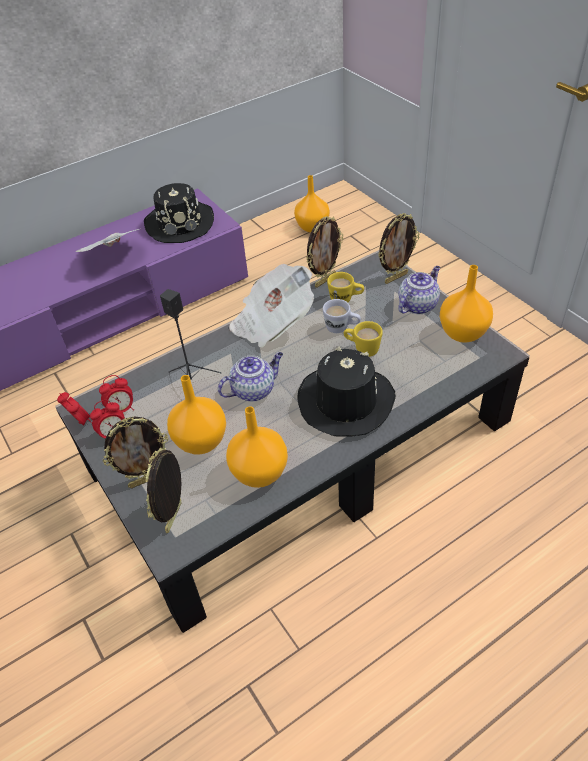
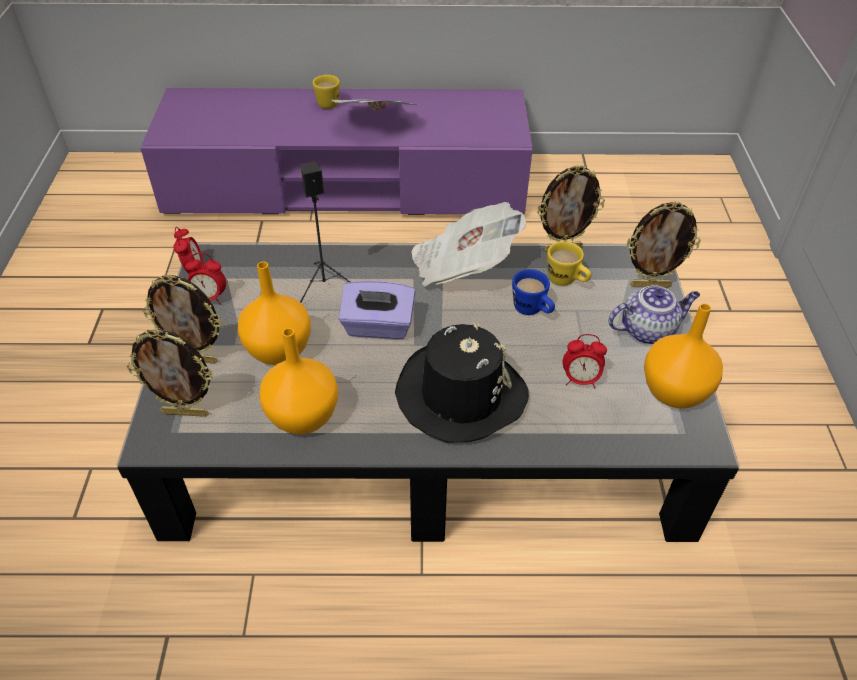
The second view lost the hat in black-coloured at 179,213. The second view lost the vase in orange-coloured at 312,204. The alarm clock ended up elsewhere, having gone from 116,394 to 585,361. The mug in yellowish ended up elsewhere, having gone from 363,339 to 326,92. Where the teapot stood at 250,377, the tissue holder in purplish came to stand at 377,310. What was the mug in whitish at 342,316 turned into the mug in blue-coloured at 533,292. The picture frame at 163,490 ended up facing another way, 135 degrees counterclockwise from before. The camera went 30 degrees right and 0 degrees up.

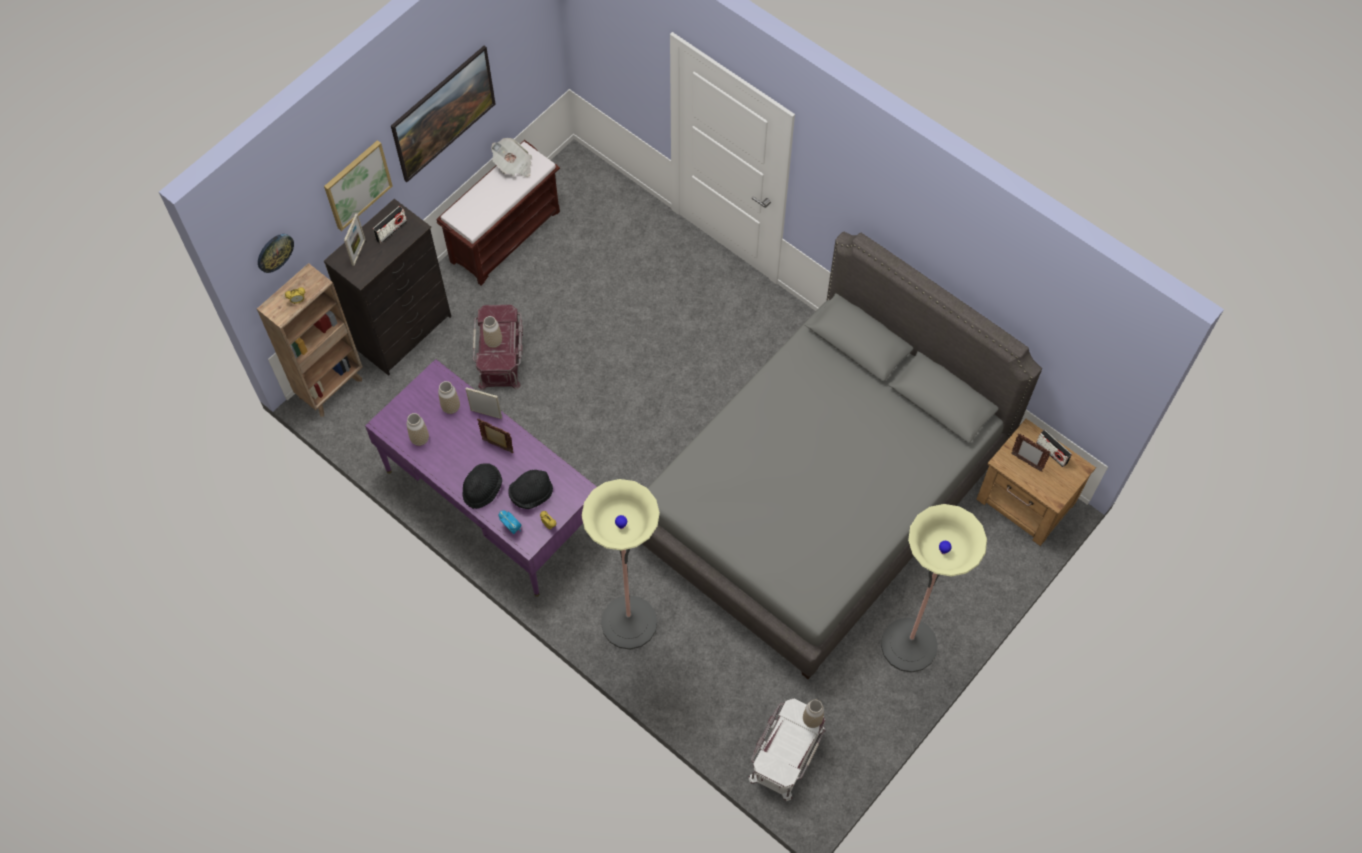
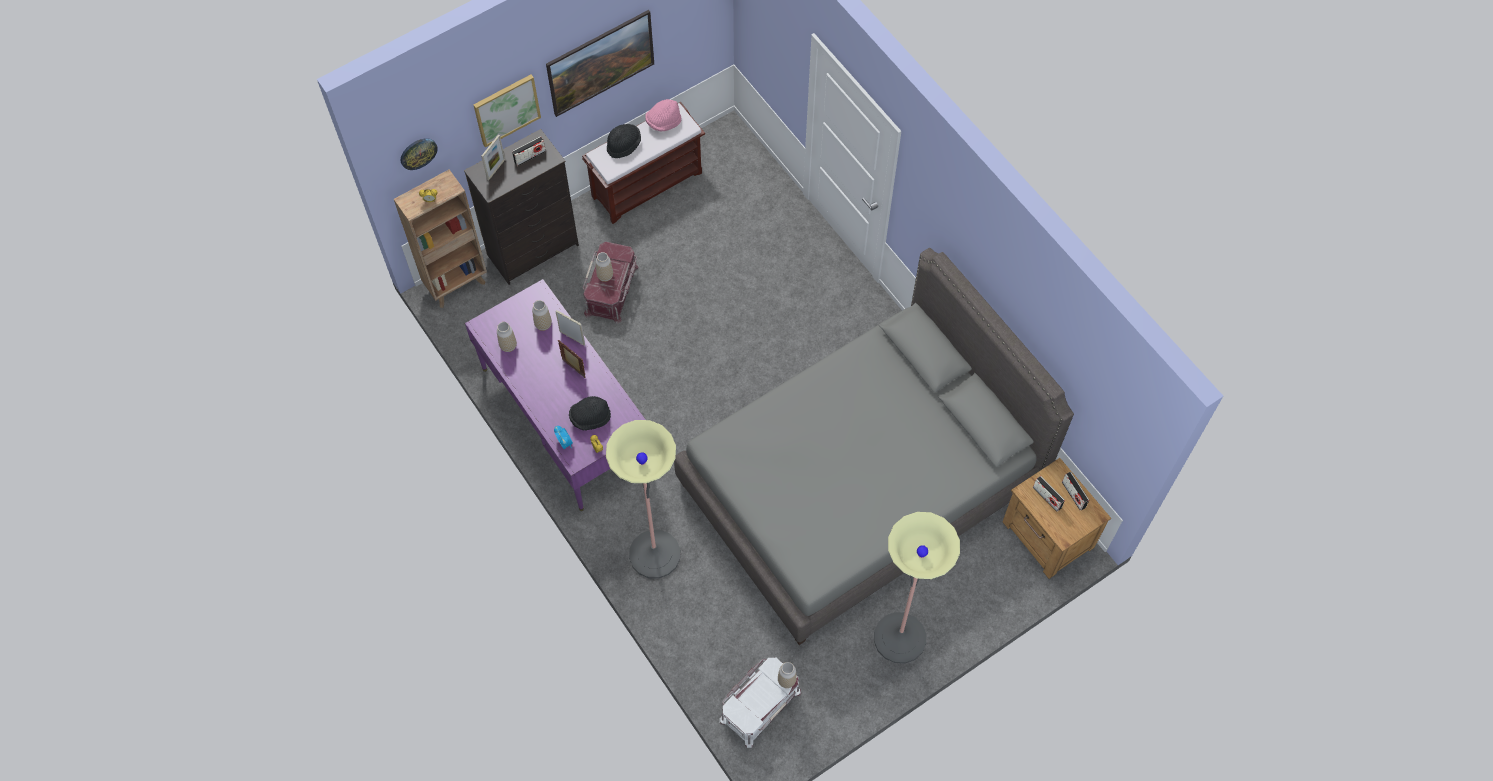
The hat in black-coloured ended up elsewhere, having gone from 482,486 to 624,141. Where the newspaper stood at 511,157, the hat in pink came to stand at 663,115. Where the picture frame stood at 1031,452, the radio set came to stand at 1049,494. The camera went 15 degrees right and 0 degrees up.

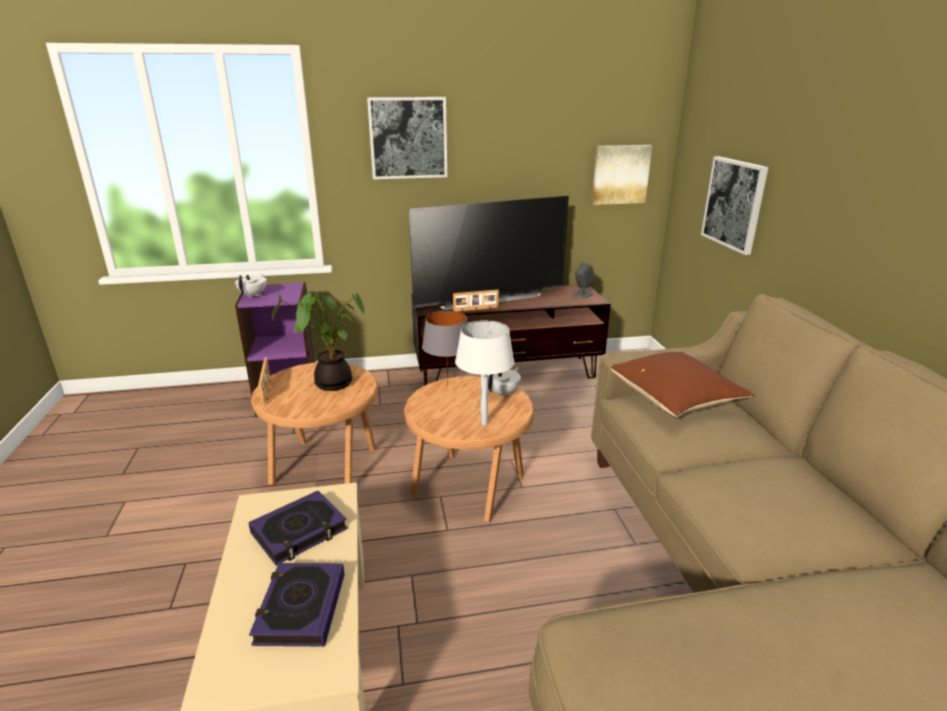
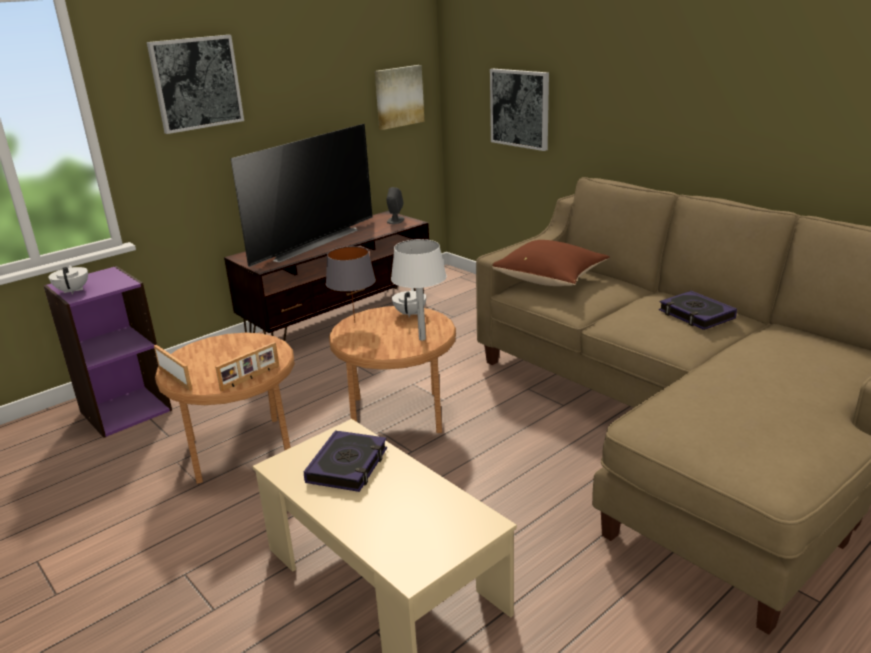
The second view lost the plant in a pot at 318,341. The book ended up elsewhere, having gone from 296,604 to 698,310. The picture frame ended up elsewhere, having gone from 476,300 to 247,367. The camera went 30 degrees left and 0 degrees up.

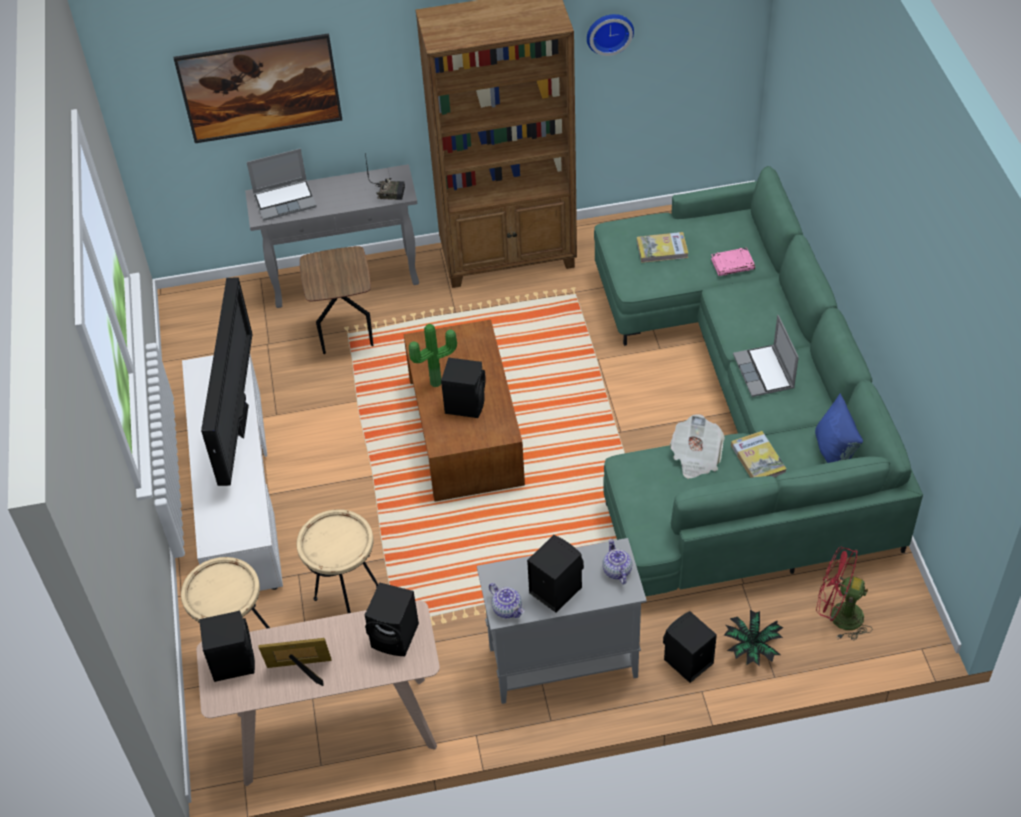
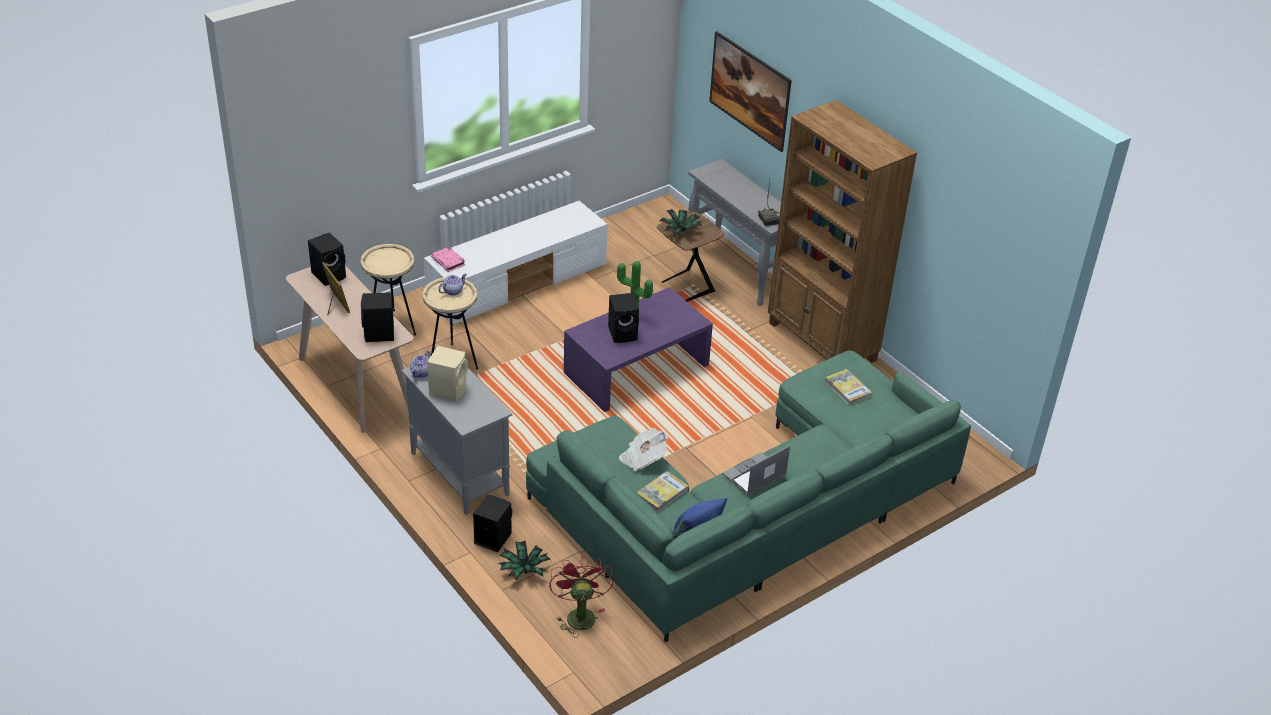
The second view lost the TV at 227,381. The second view lost the portable computer at 282,184. The second view lost the wall clock at 610,35. The second view gained the plant in a pot at 680,222. The teapot ended up elsewhere, having gone from 617,561 to 452,284. The book in pink ended up elsewhere, having gone from 733,261 to 448,259. What was the low table in brown-coloured at 464,410 turned into the low table in purplish at 638,349. What was the audio speaker in black-coloured at 555,574 turned into the audio speaker in beige-coloured at 447,374. The camera went 60 degrees right and 10 degrees down.

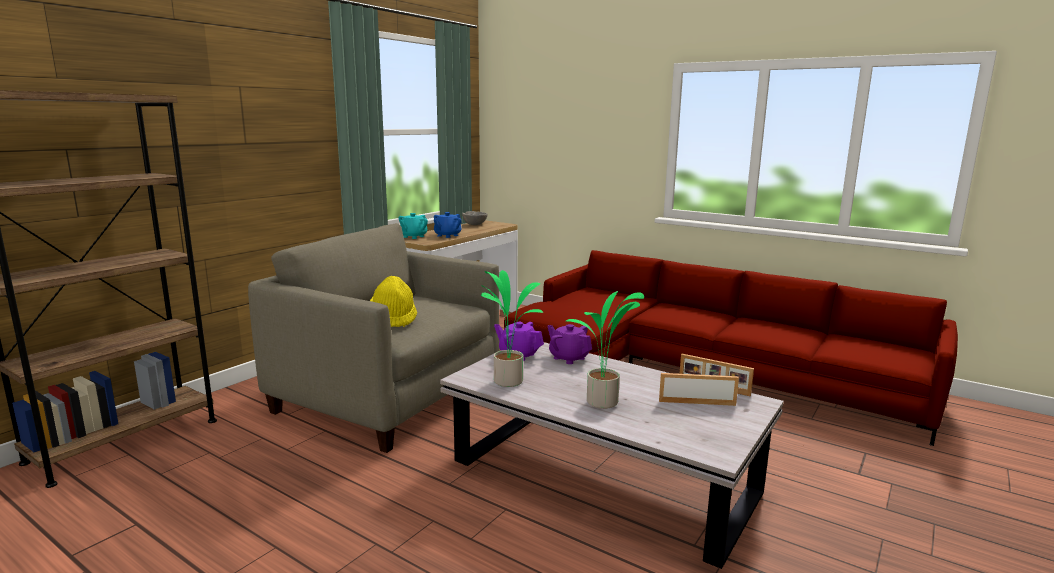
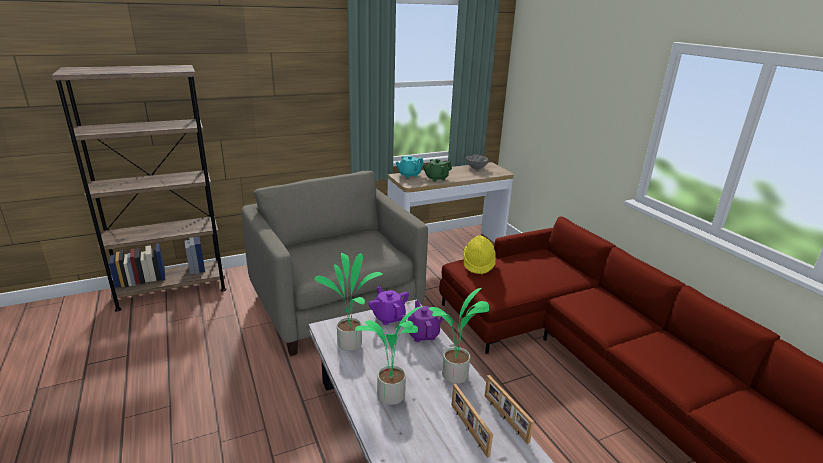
The second view gained the plant in a pot at 458,336. The hat in yellowish ended up elsewhere, having gone from 393,301 to 480,254. What was the teapot in blue-coloured at 447,225 turned into the teapot in green at 437,170. The picture frame at 699,389 ended up facing another way, 150 degrees counterclockwise from before. The camera went 30 degrees right and 10 degrees up.

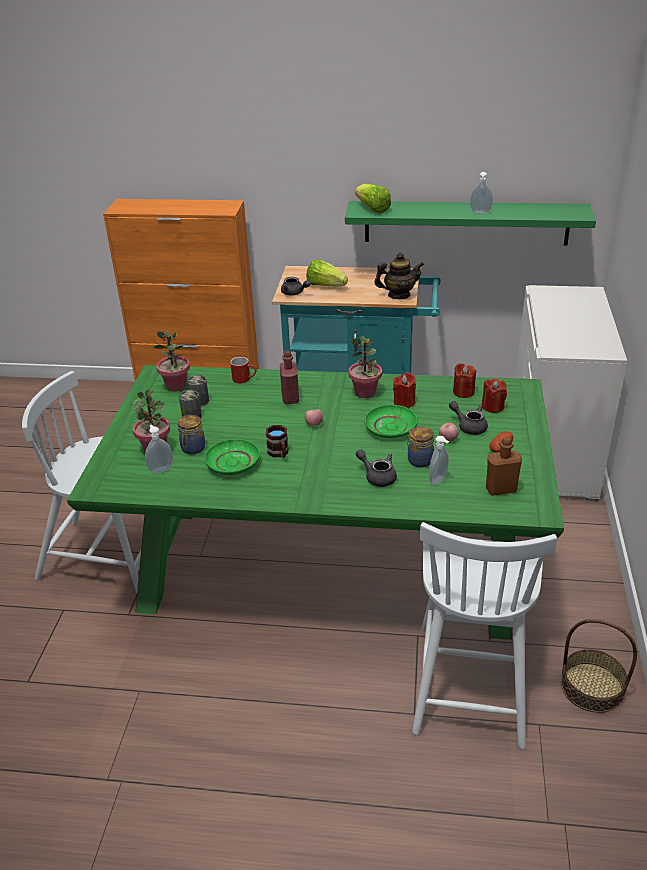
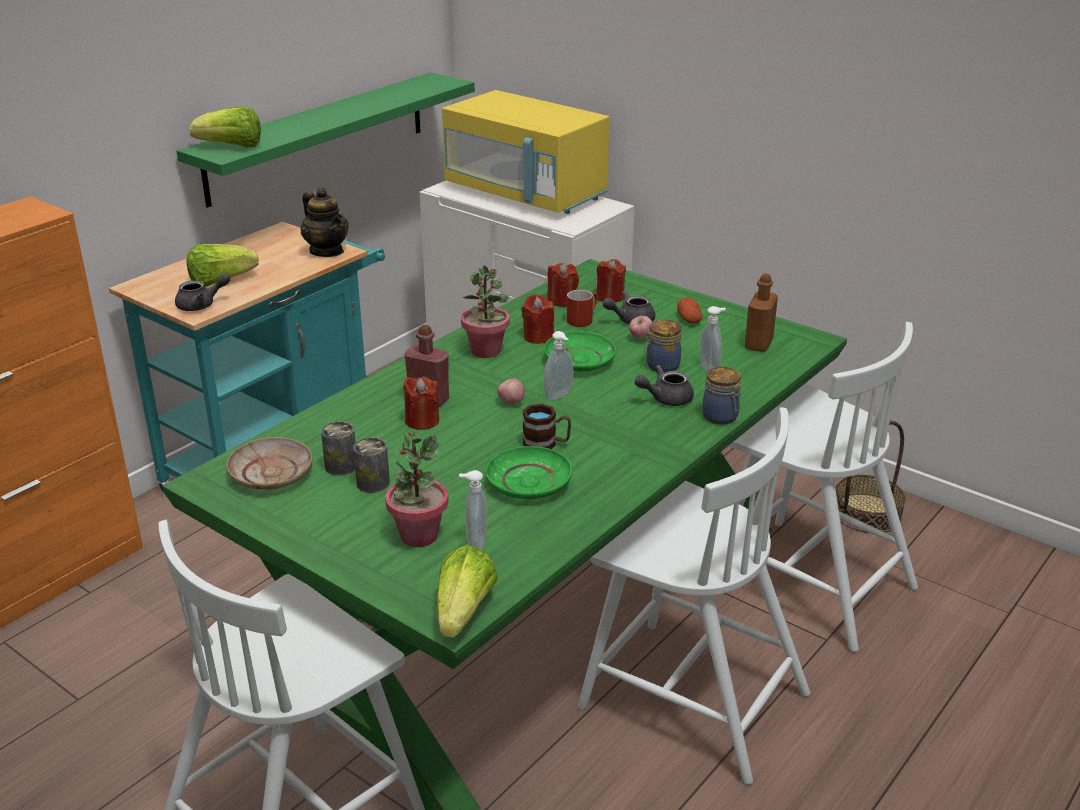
The second view gained the candle in red at 421,403. The second view gained the head of lettuce at 467,591. The second view gained the microwave in yellowish at 526,152. The second view gained the plain chair in whitish at 694,596. The preserve jar ended up elsewhere, having gone from 191,434 to 721,396. The mug in red ended up elsewhere, having gone from 243,370 to 582,308. The soap dispenser ended up elsewhere, having gone from 481,193 to 558,365. Where the plant in a pot stood at 171,361, the dinner plate in beige-coloured came to stand at 269,463. The teapot at 399,276 ended up facing another way, 120 degrees clockwise from before. The camera went 60 degrees left and 5 degrees down.

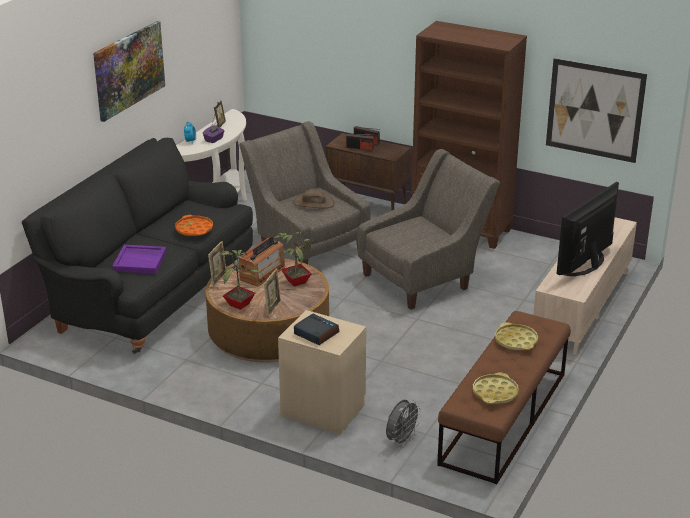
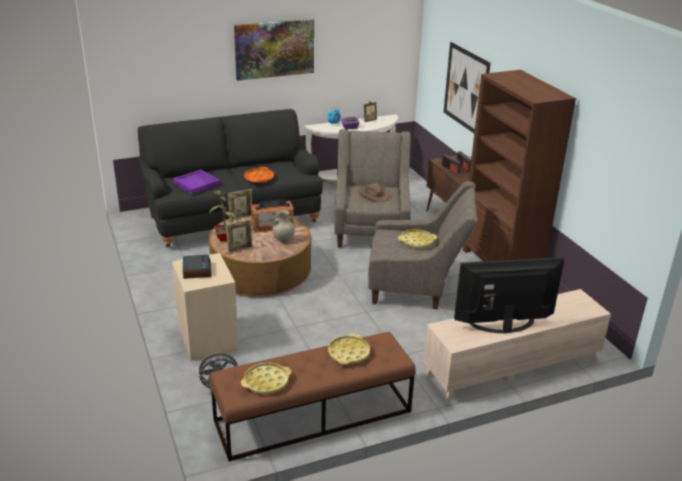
The second view gained the serving tray in yellowish at 417,238. The wall picture ended up elsewhere, having gone from 596,110 to 467,87. Where the plant in a pot stood at 293,258, the vase in beige-coloured came to stand at 283,226. The camera went 40 degrees right and 0 degrees up.

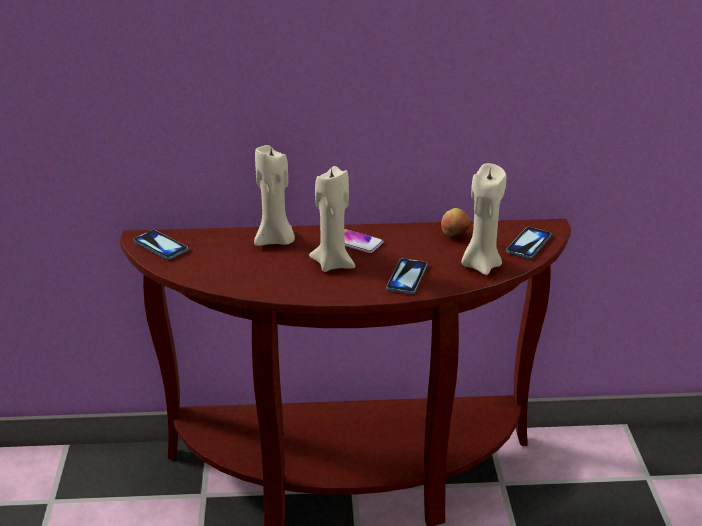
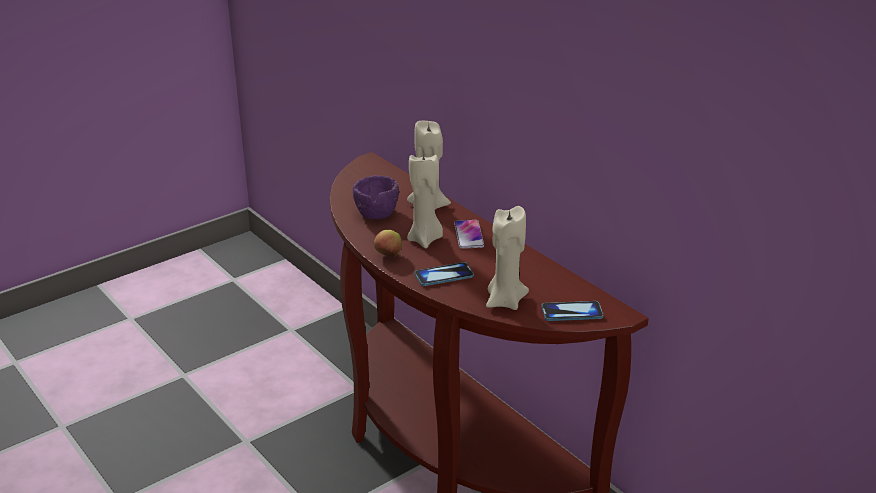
The second view lost the handset at 160,245. The second view gained the deep dish in purplish at 376,197. The apple fruit ended up elsewhere, having gone from 456,222 to 388,243. The camera went 55 degrees right and 0 degrees up.

